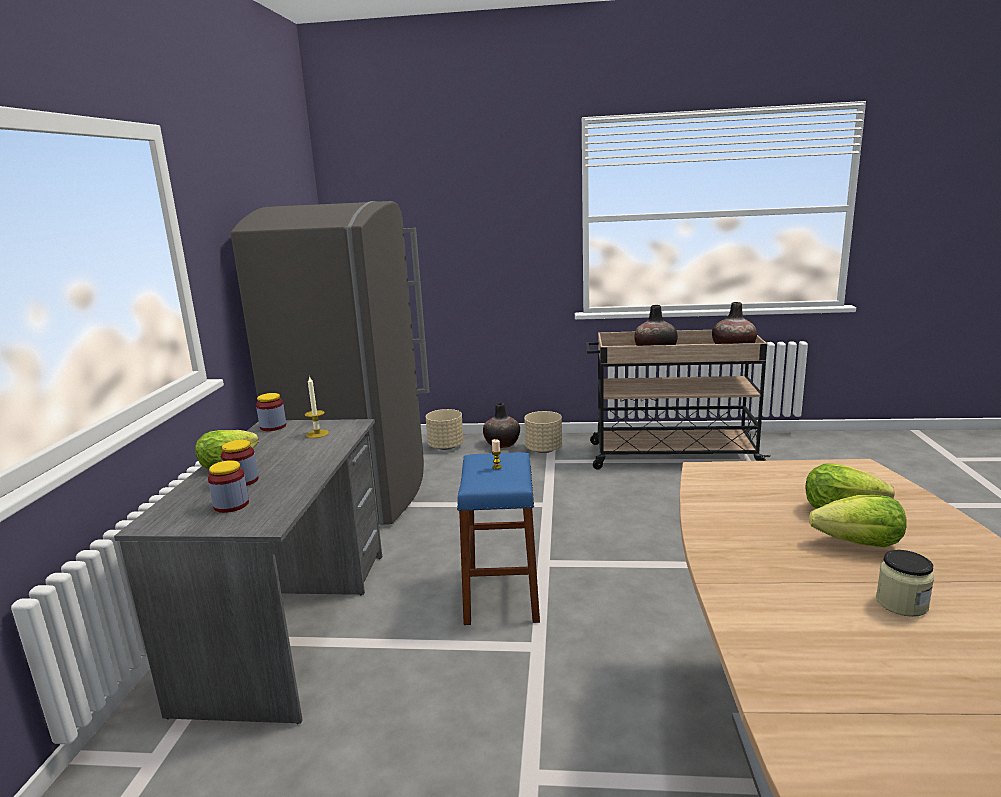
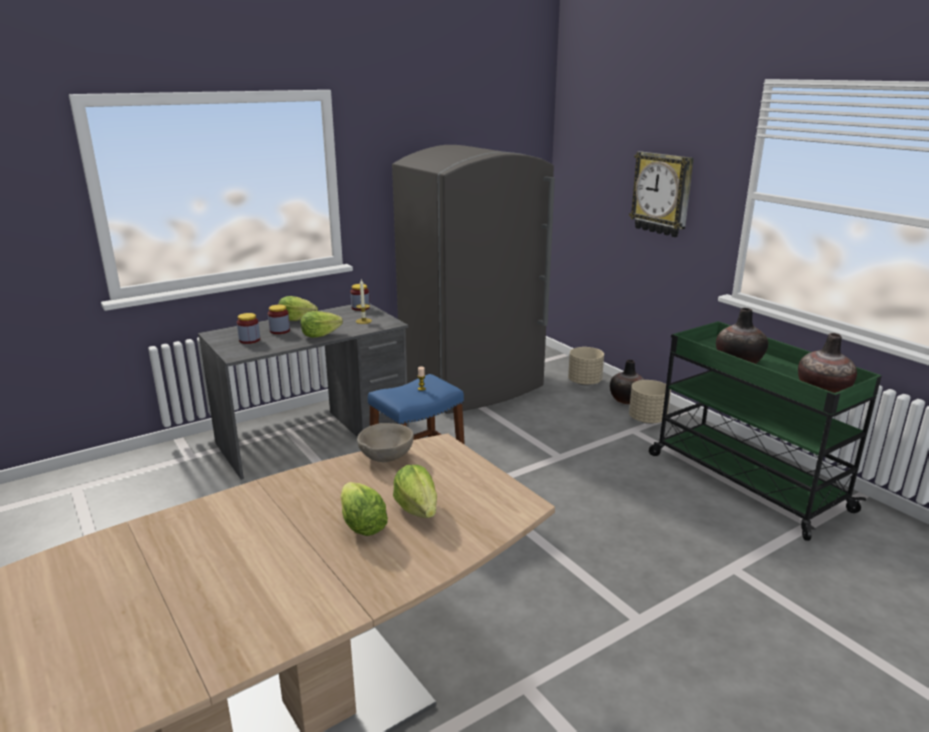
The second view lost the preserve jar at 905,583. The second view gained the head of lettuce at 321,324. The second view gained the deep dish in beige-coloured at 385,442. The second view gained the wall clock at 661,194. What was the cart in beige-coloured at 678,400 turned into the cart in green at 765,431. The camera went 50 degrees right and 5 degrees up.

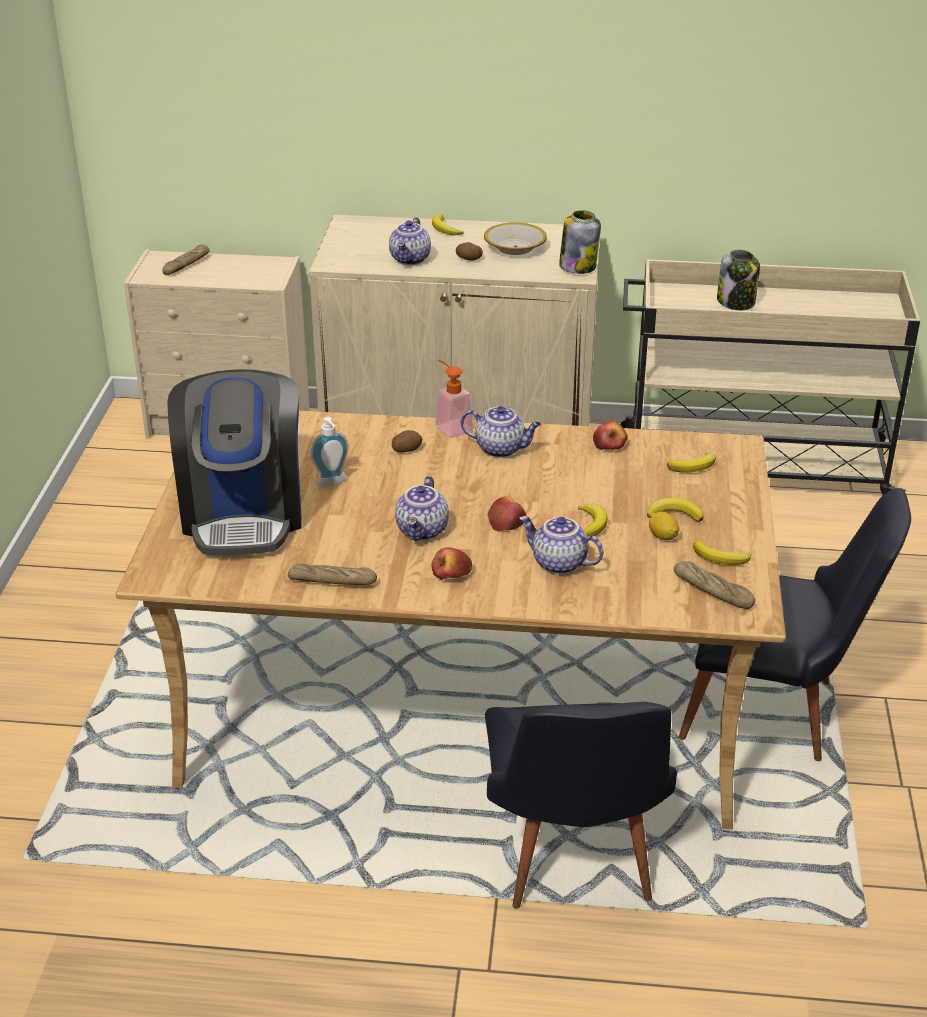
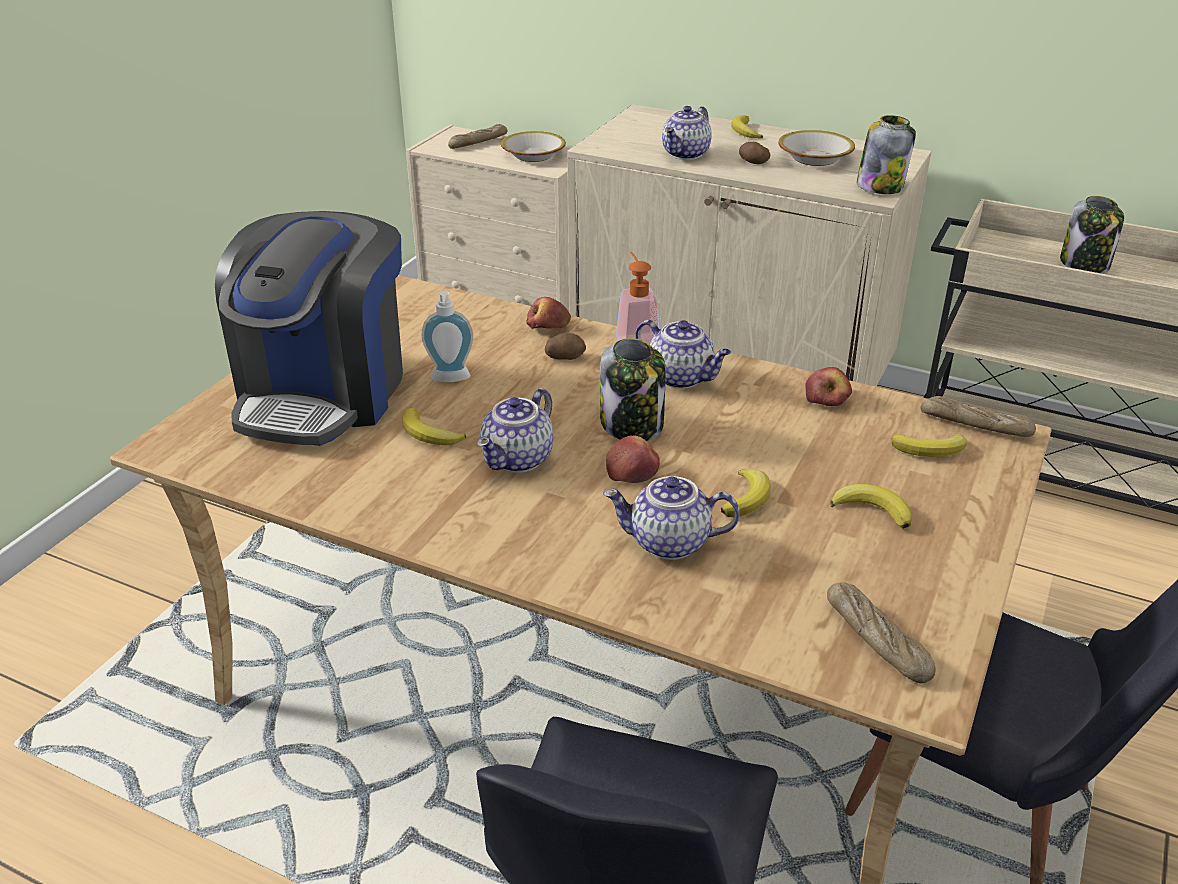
The second view lost the whole lemon at 664,525. The second view gained the deep dish at 533,146. The second view gained the preserve jar at 632,389. The bakery bread ended up elsewhere, having gone from 332,574 to 978,416. The apple fruit ended up elsewhere, having gone from 451,563 to 548,313. The banana fruit ended up elsewhere, having gone from 722,553 to 434,426. The teapot at 561,545 ended up facing another way, 45 degrees counterclockwise from before. The camera went 20 degrees right and 0 degrees up.

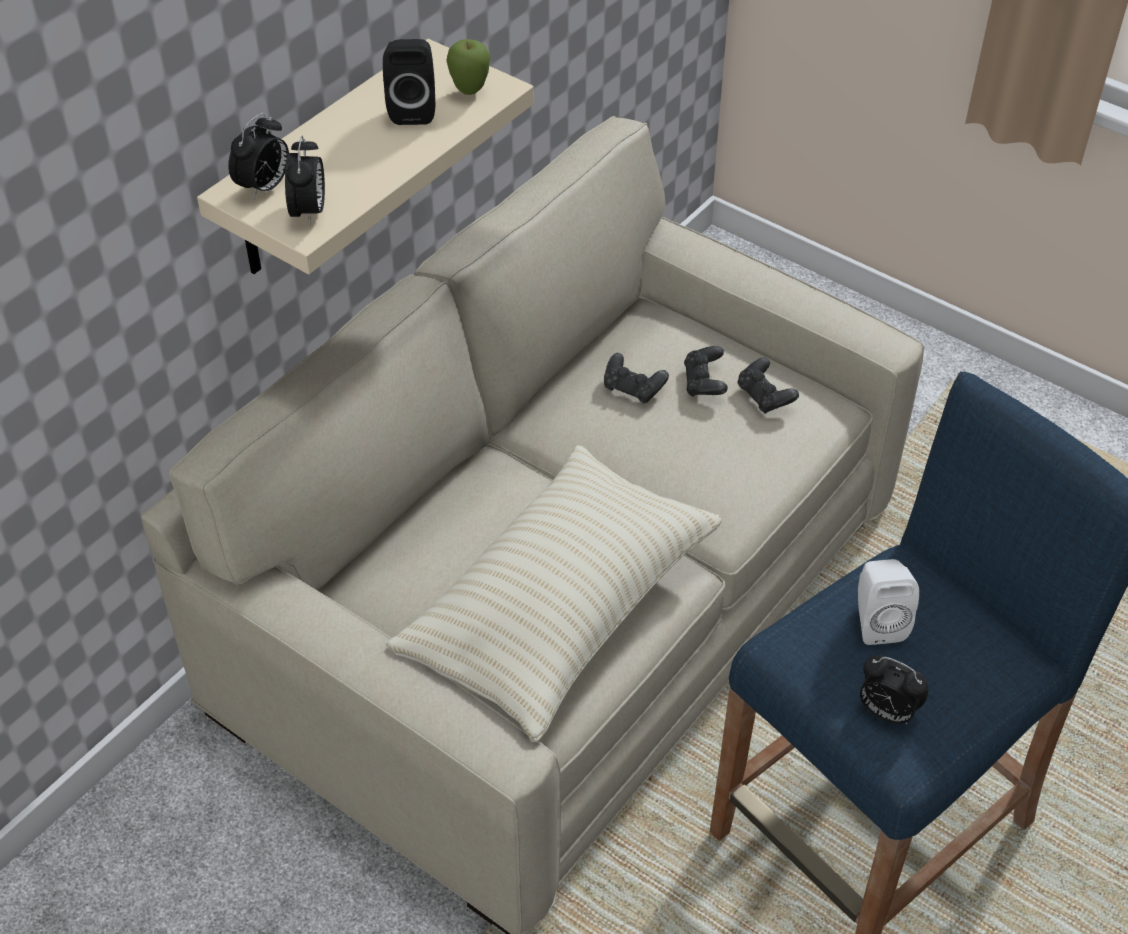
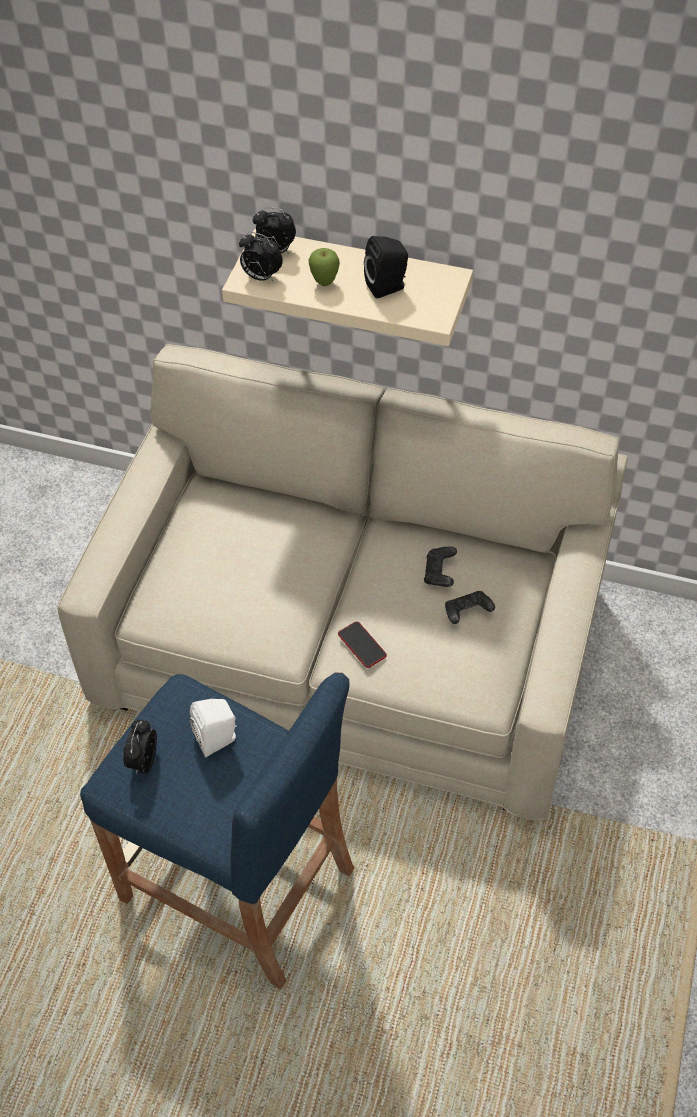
The second view lost the pillow in beige-coloured at 554,593. The second view lost the gamepad in black-coloured at 768,385. The second view gained the handset at 362,644. The apple fruit ended up elsewhere, having gone from 468,67 to 324,267. The alarm clock at 305,181 ended up facing another way, 45 degrees clockwise from before. The camera went 70 degrees right and 5 degrees up.

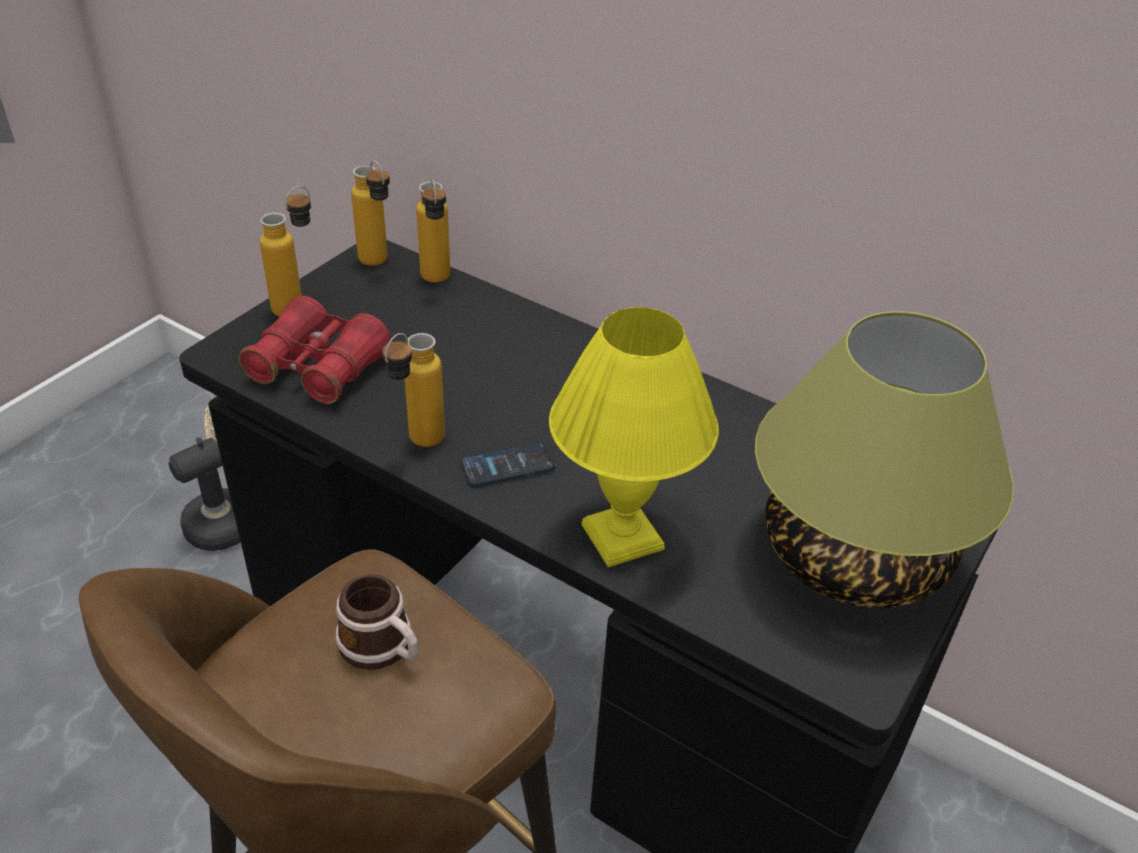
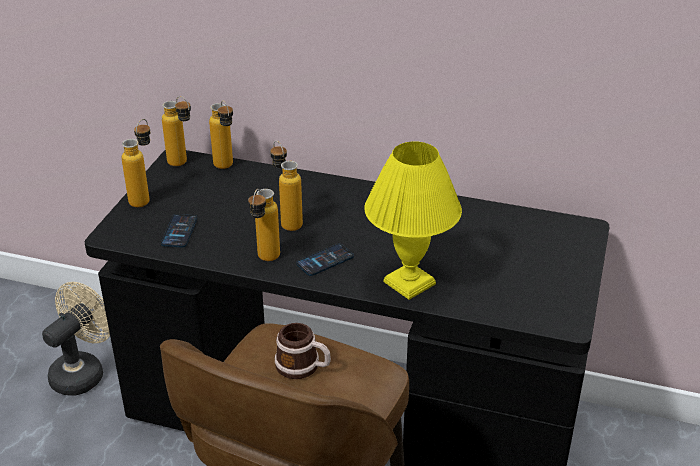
The second view lost the tabletop lamp at 884,459. The second view gained the bottle at 286,186. Where the pair of binoculars in red stood at 315,350, the handset came to stand at 179,231. The camera went 15 degrees left and 5 degrees down.

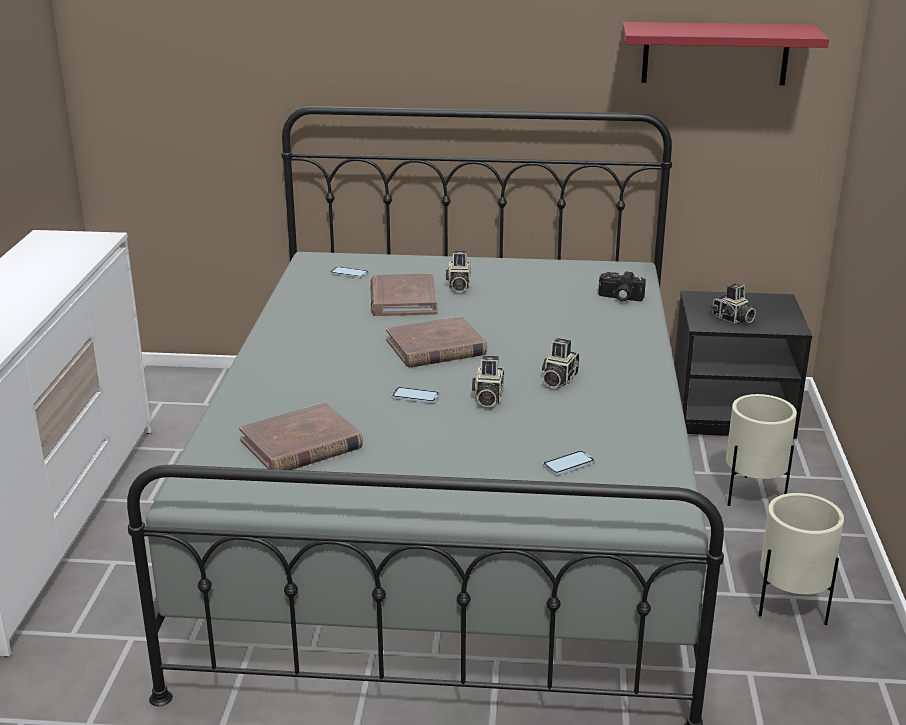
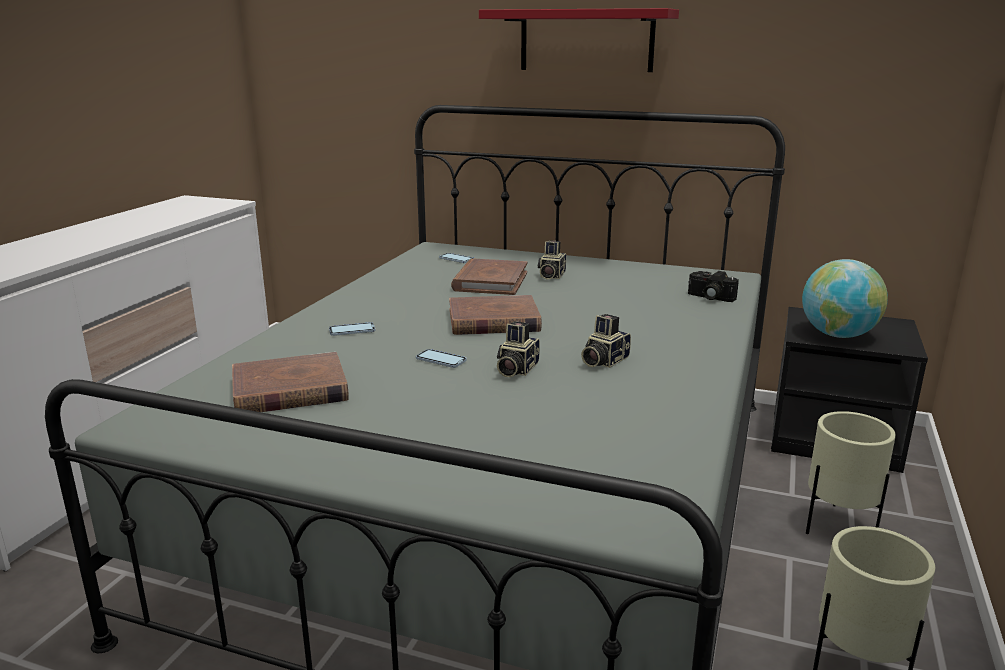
The handset ended up elsewhere, having gone from 569,462 to 352,329. The wall shelf in red ended up elsewhere, having gone from 725,53 to 579,40. Where the still camera stood at 733,304, the world globe came to stand at 845,298. The camera went 15 degrees right and 5 degrees down.

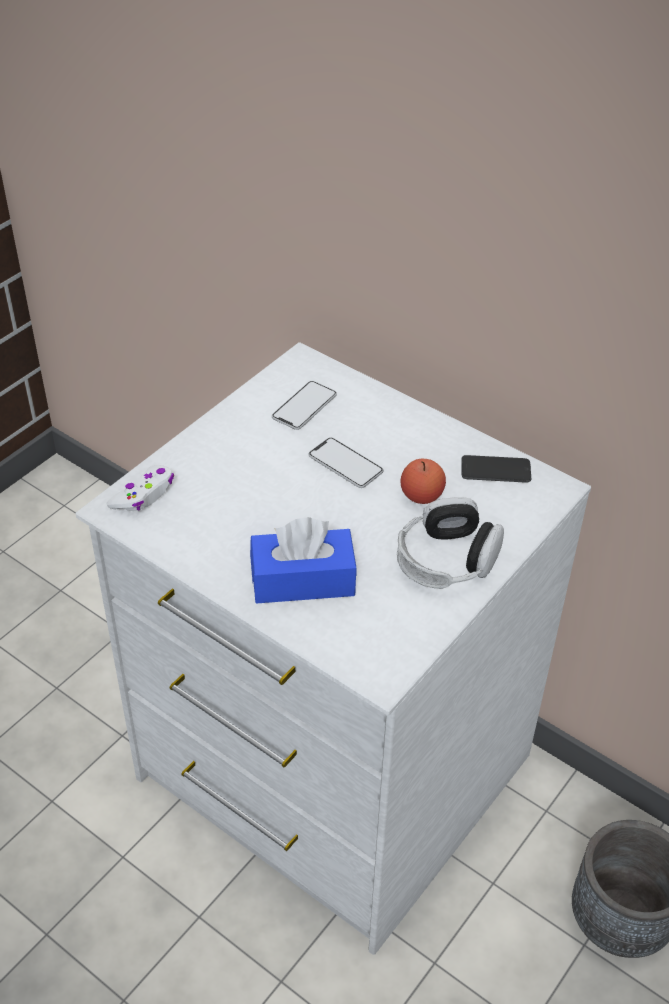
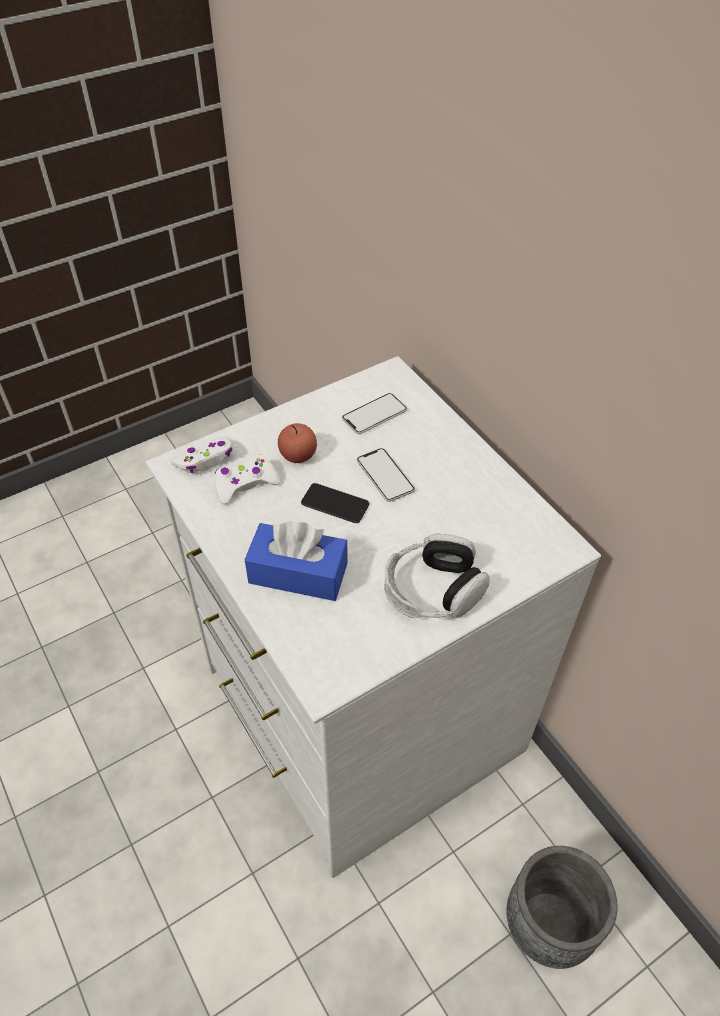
The second view gained the gamepad in whitish at 247,479. The apple fruit ended up elsewhere, having gone from 423,481 to 297,443. The handset ended up elsewhere, having gone from 496,469 to 335,503. The camera went 20 degrees right and 5 degrees up.

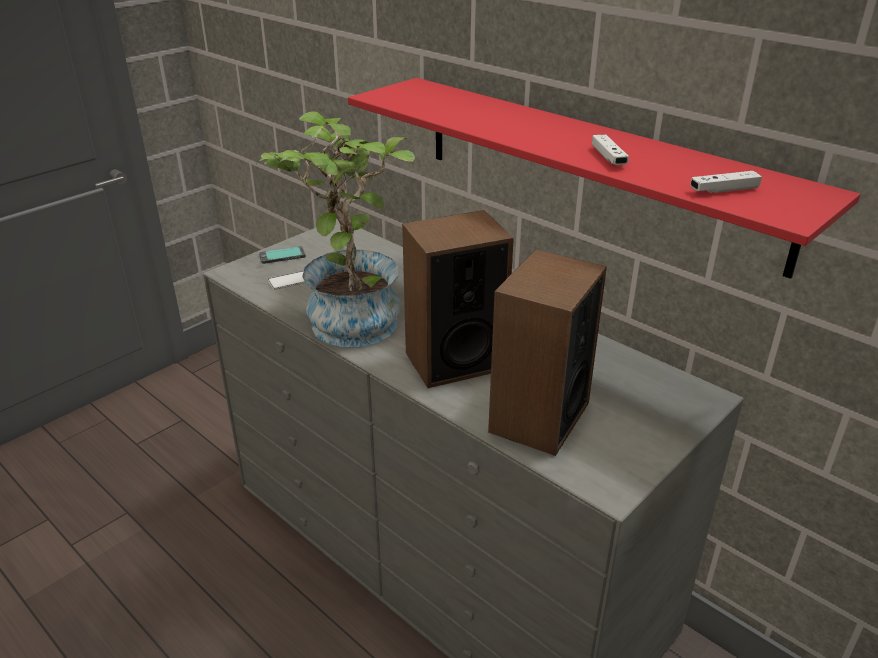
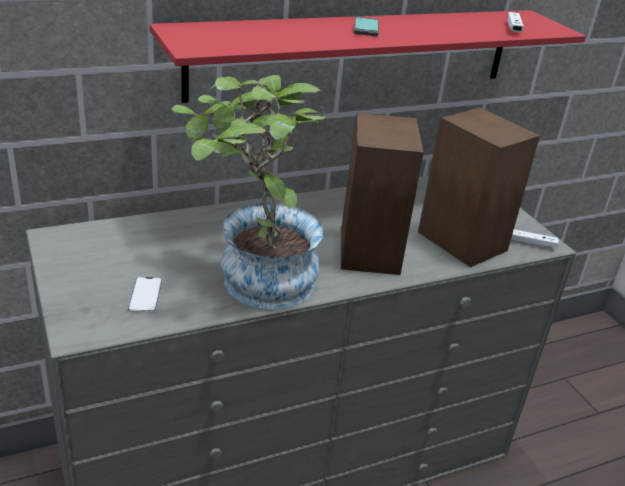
The handset ended up elsewhere, having gone from 282,255 to 366,26. The gamepad in whitish ended up elsewhere, having gone from 610,149 to 535,238. The camera went 70 degrees left and 0 degrees up.

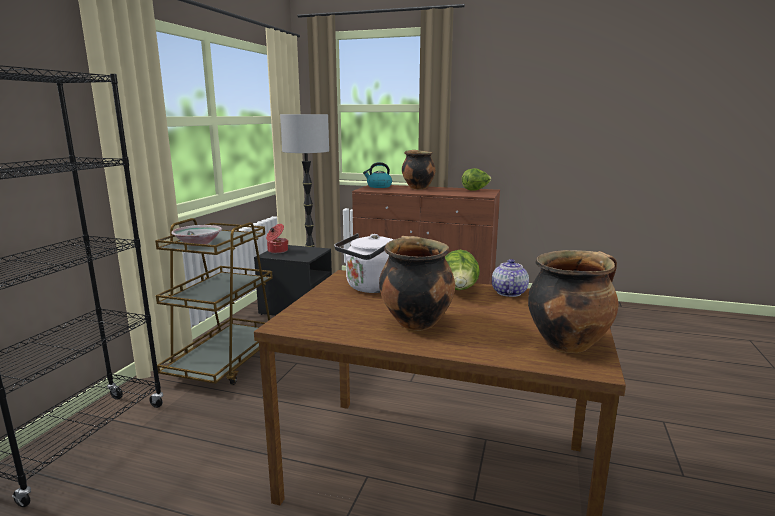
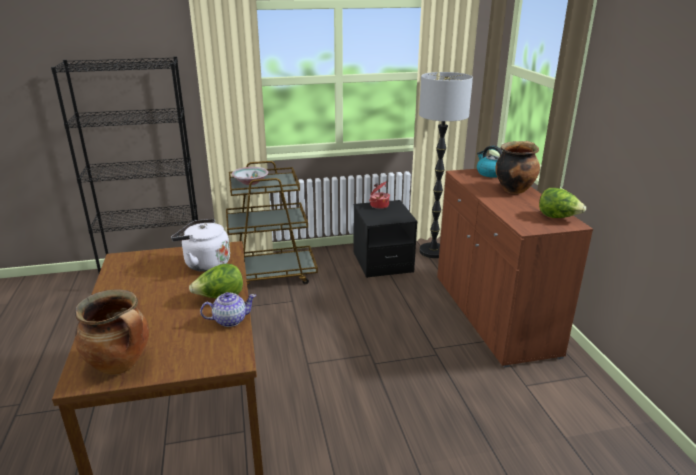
The second view lost the saucepot at 417,283. The camera went 60 degrees right and 10 degrees up.

